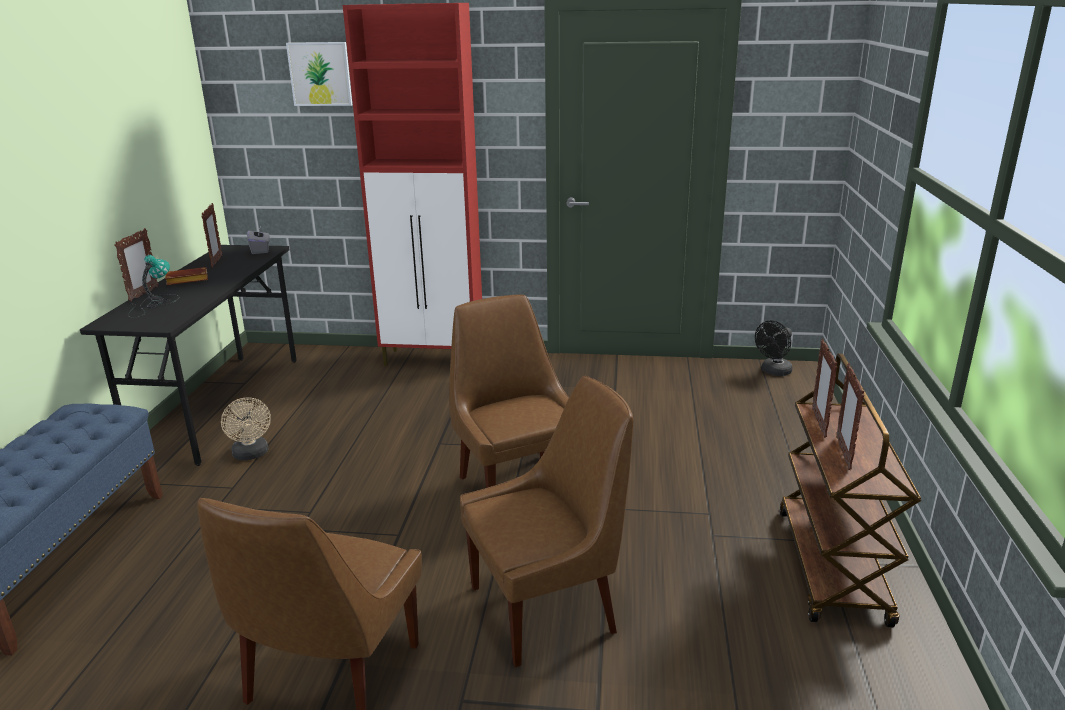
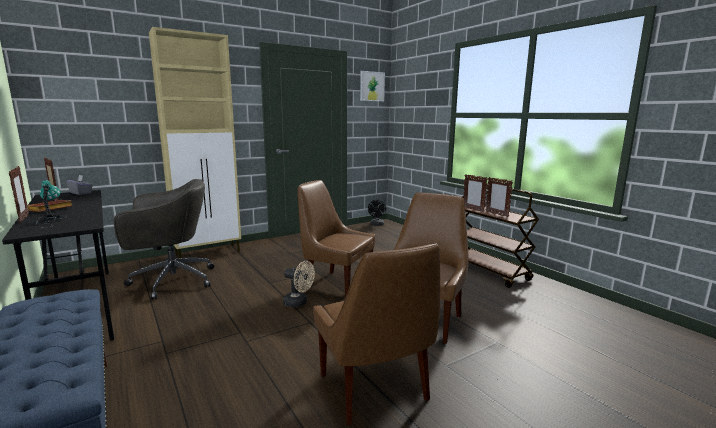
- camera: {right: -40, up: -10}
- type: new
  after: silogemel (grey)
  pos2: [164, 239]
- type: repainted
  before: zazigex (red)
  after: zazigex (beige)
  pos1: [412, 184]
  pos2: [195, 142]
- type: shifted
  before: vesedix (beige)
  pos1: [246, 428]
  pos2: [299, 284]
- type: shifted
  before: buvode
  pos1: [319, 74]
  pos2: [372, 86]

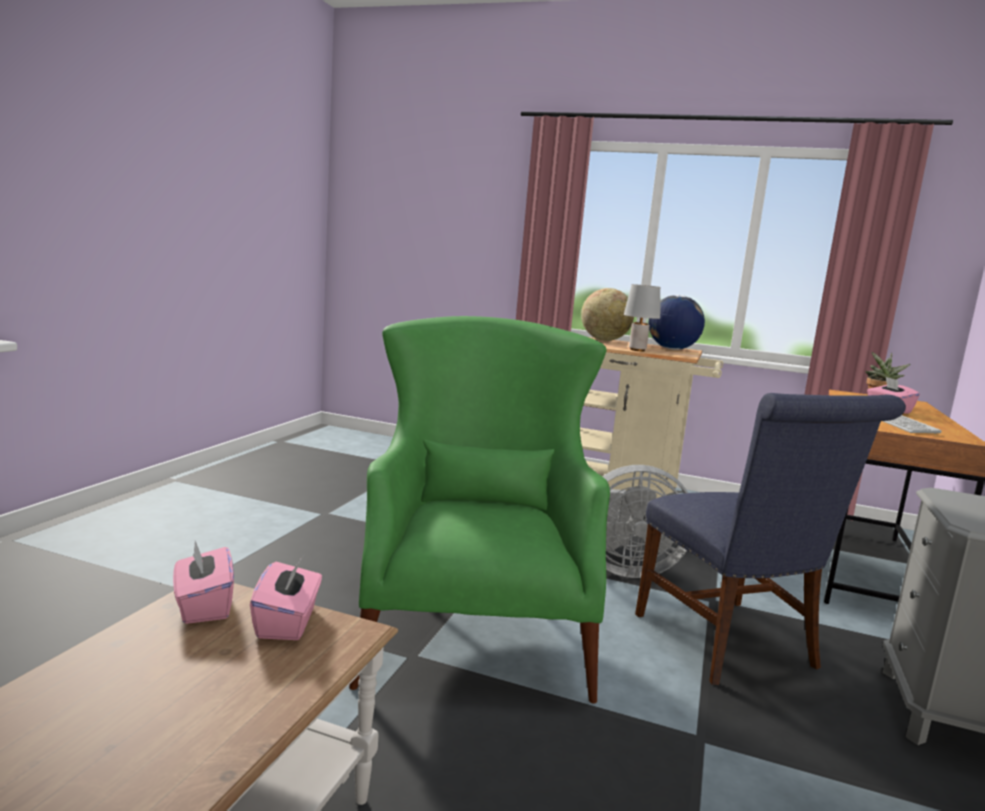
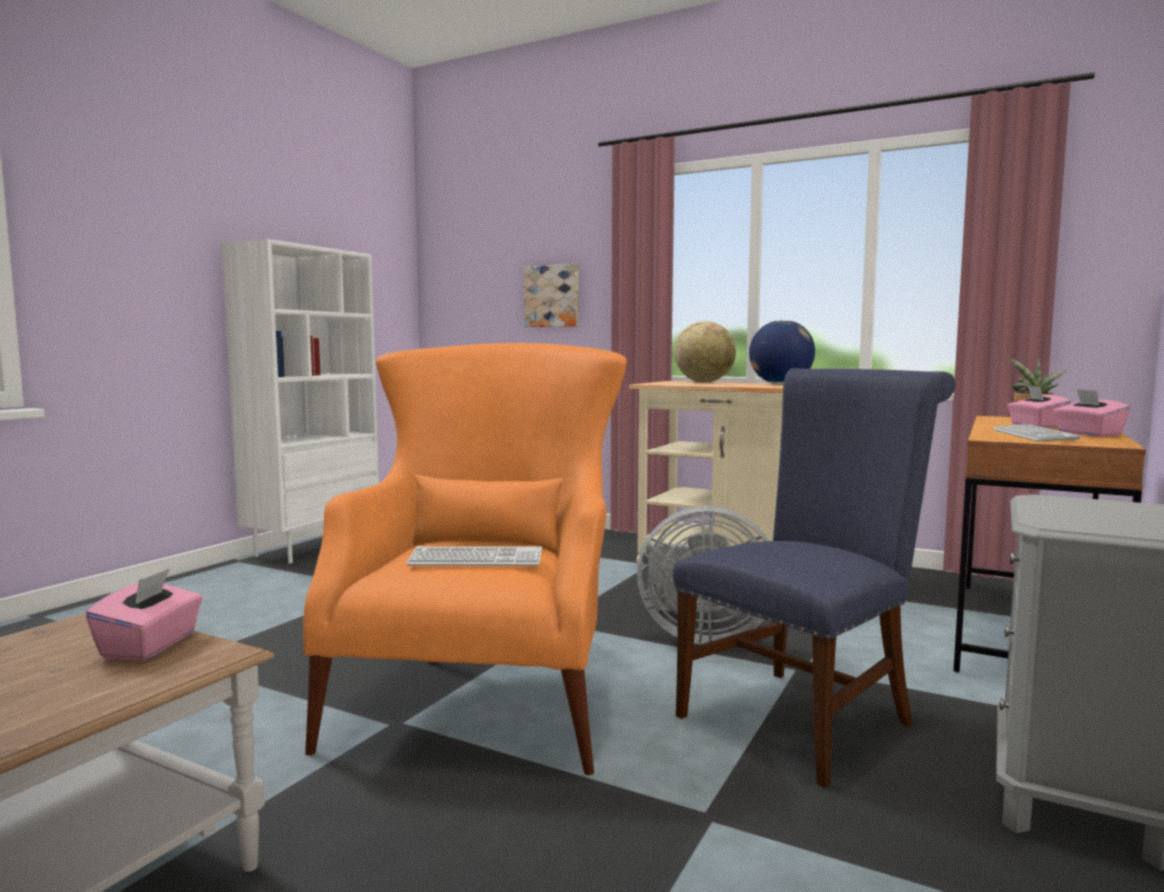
- camera: {right: 10, up: -5}
- type: new
  after: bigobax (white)
  pos2: [300, 401]
- type: repainted
  before: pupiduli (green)
  after: pupiduli (orange)
  pos1: [479, 509]
  pos2: [465, 559]
- type: new
  after: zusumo
  pos2: [474, 556]
- type: new
  after: buvode
  pos2: [551, 295]
- type: rotated
  before: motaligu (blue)
  pos1: [770, 539]
  pos2: [814, 578]
  turn: -120
- type: shifted
  before: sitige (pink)
  pos1: [203, 582]
  pos2: [1092, 413]
- type: gone
  before: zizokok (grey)
  pos1: [642, 317]

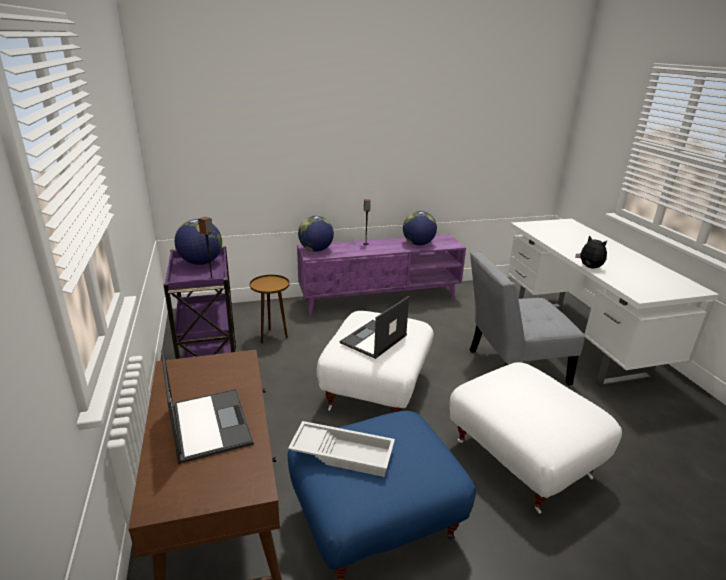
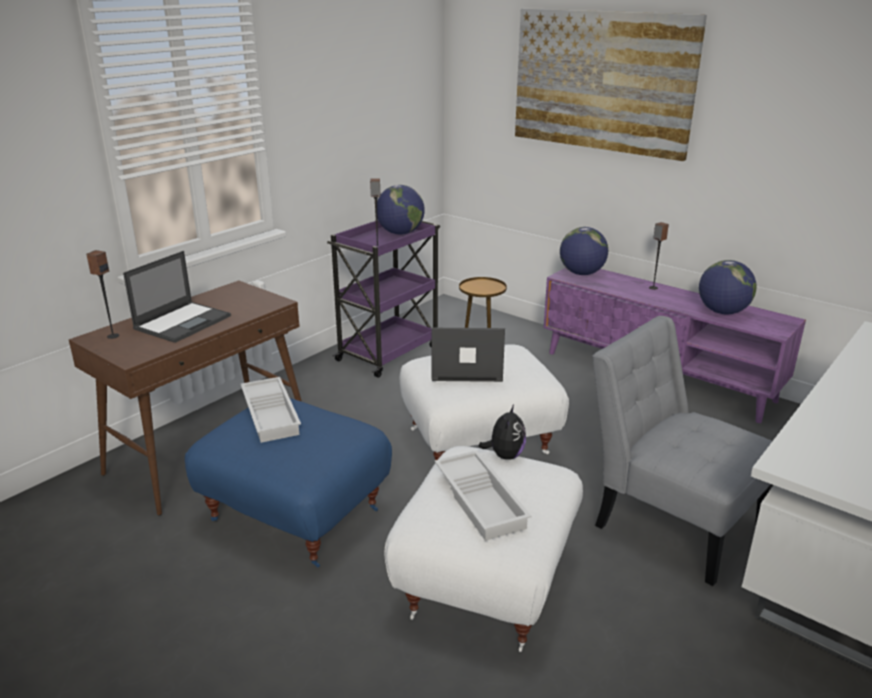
- camera: {right: 55, up: 0}
- type: new
  after: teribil
  pos2: [102, 294]
- type: new
  after: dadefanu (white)
  pos2: [483, 495]
- type: shifted
  before: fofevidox
  pos1: [591, 252]
  pos2: [502, 432]
- type: new
  after: buvode
  pos2: [611, 84]

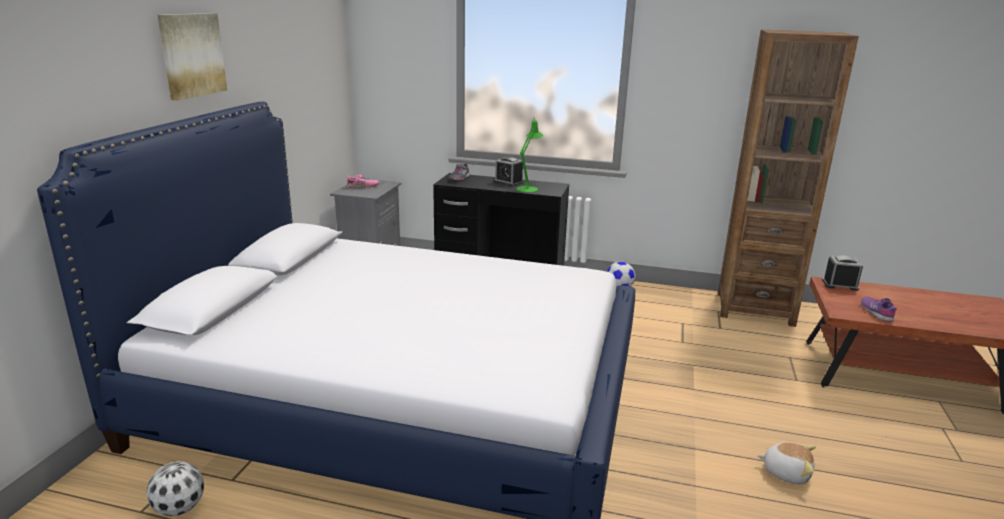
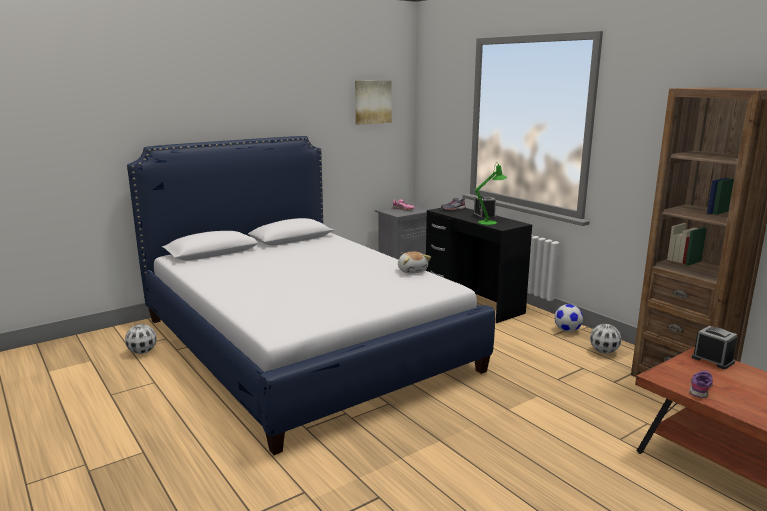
- camera: {right: 40, up: -5}
- type: shifted
  before: buvode
  pos1: [192, 56]
  pos2: [373, 102]
- type: shifted
  before: fofevidox
  pos1: [786, 463]
  pos2: [414, 262]
- type: new
  after: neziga
  pos2: [605, 339]

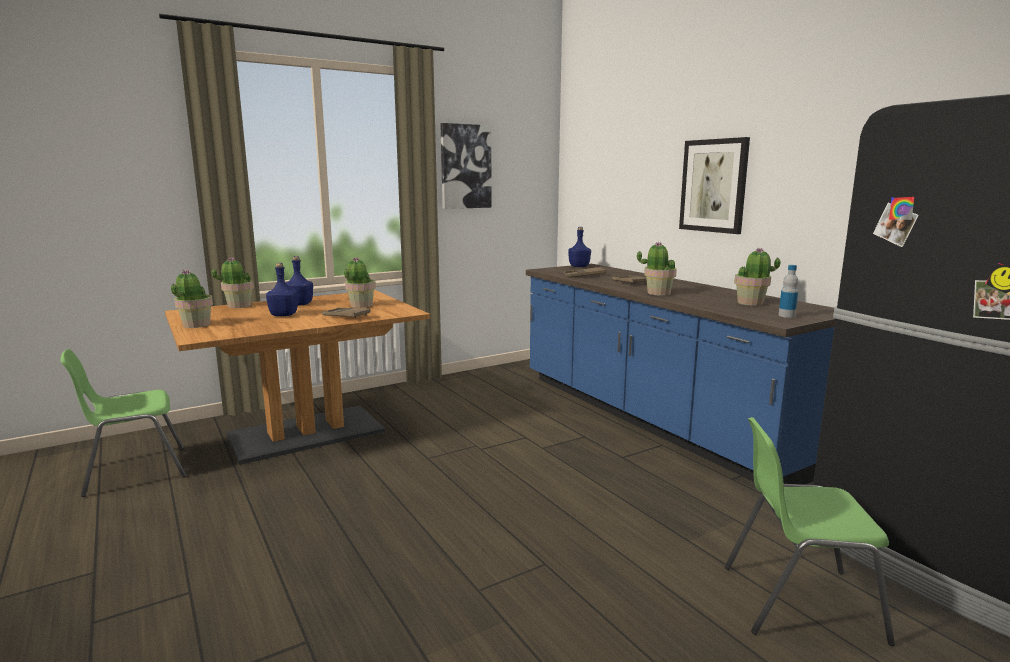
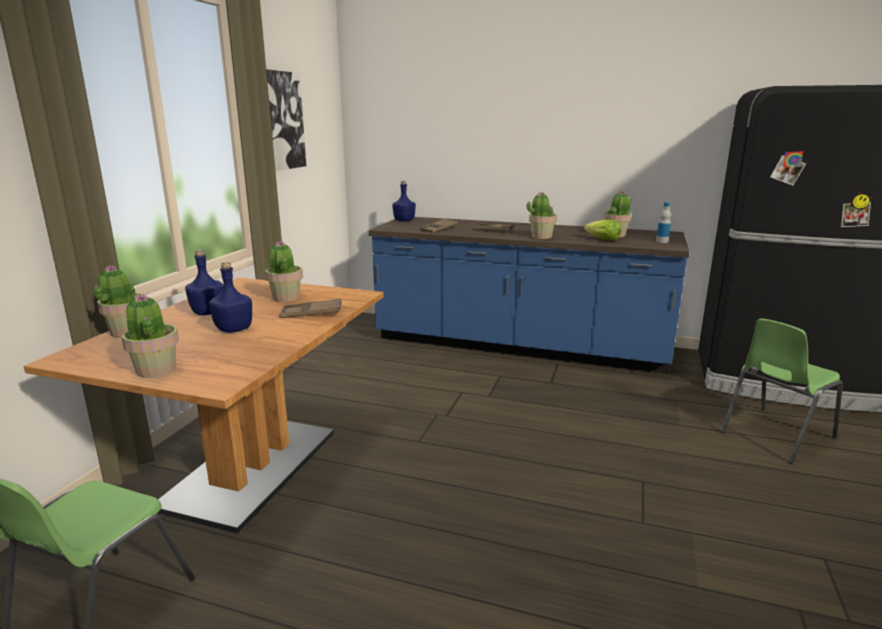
- camera: {right: -40, up: 5}
- type: new
  after: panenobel
  pos2: [602, 230]
- type: gone
  before: buvode
  pos1: [714, 185]

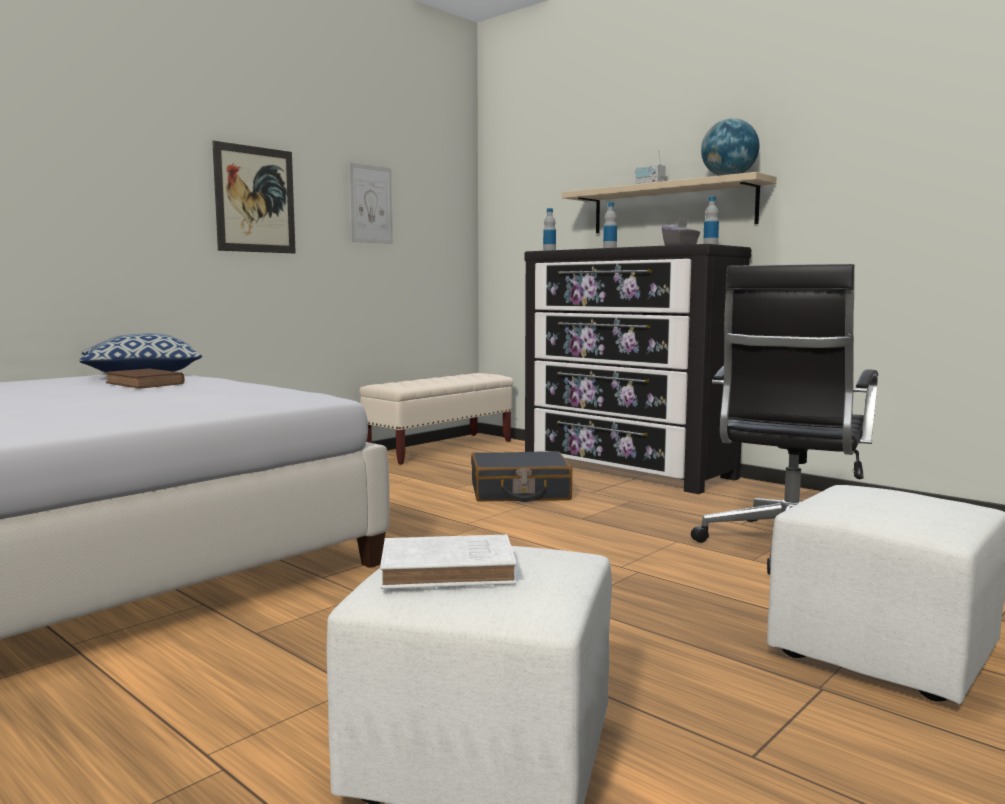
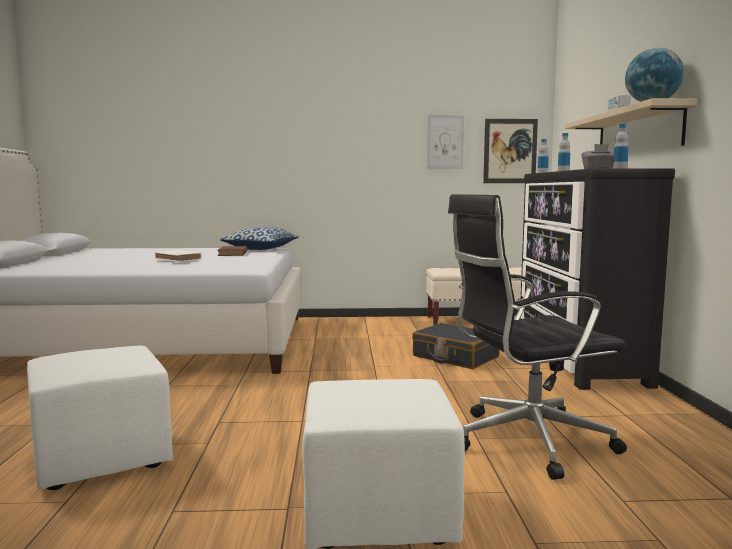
- camera: {right: 45, up: 0}
- type: shifted
  before: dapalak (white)
  pos1: [448, 562]
  pos2: [178, 256]
- type: shifted
  before: buvode
  pos1: [254, 197]
  pos2: [510, 151]

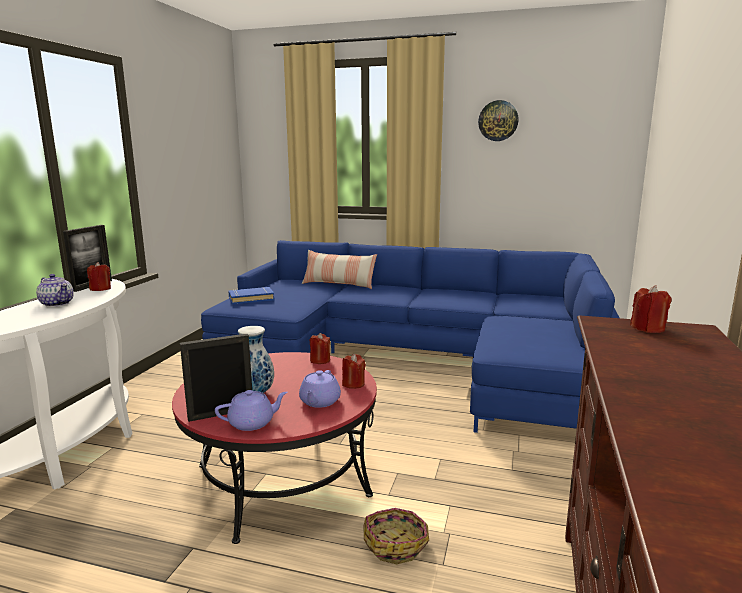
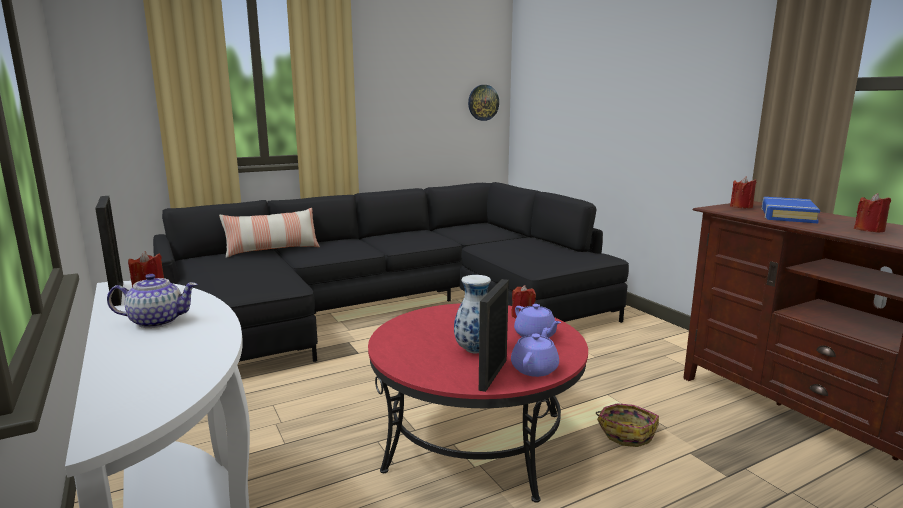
- camera: {right: -45, up: 0}
- type: repainted
  before: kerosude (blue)
  after: kerosude (black)
  pos1: [410, 336]
  pos2: [391, 272]
- type: shifted
  before: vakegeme
  pos1: [498, 120]
  pos2: [483, 103]
- type: shifted
  before: dapalak (blue)
  pos1: [251, 295]
  pos2: [790, 210]
- type: shifted
  before: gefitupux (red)
  pos1: [320, 348]
  pos2: [872, 213]

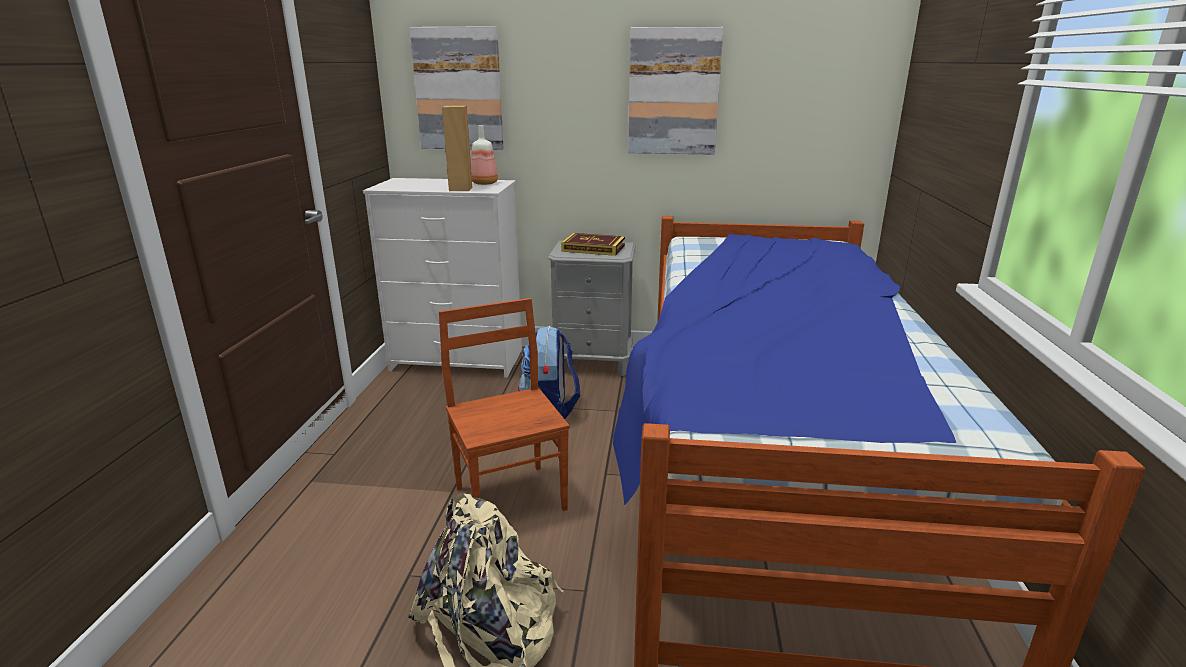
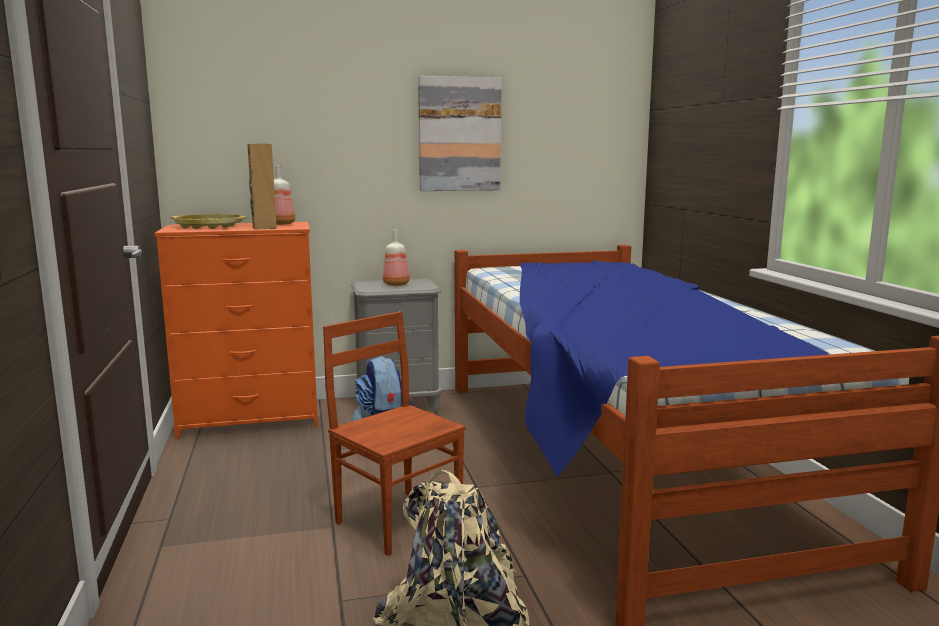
- camera: {right: -20, up: -10}
- type: repainted
  before: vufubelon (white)
  after: vufubelon (orange)
  pos1: [442, 278]
  pos2: [236, 330]
- type: new
  after: dadefanu (yellow)
  pos2: [208, 221]
- type: swapped
  before: dapalak
  after: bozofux
  pos1: [593, 244]
  pos2: [396, 258]
- type: gone
  before: buvode
  pos1: [456, 88]

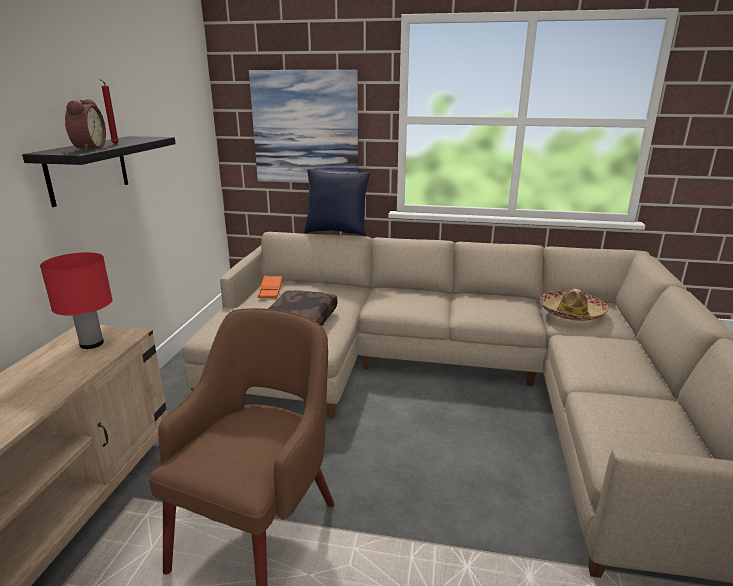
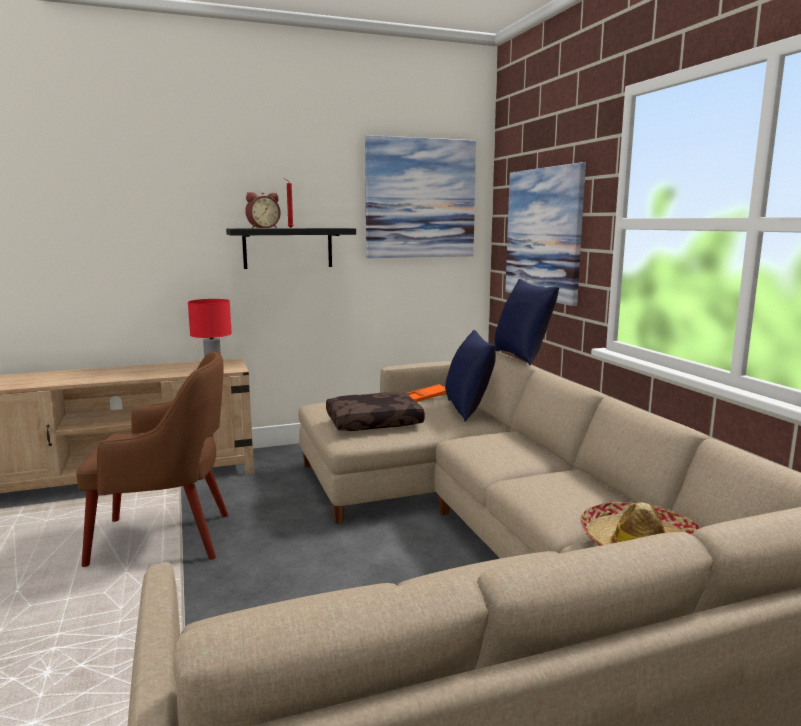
- camera: {right: 60, up: -10}
- type: new
  after: buvode
  pos2: [420, 196]
- type: new
  after: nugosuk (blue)
  pos2: [470, 376]

